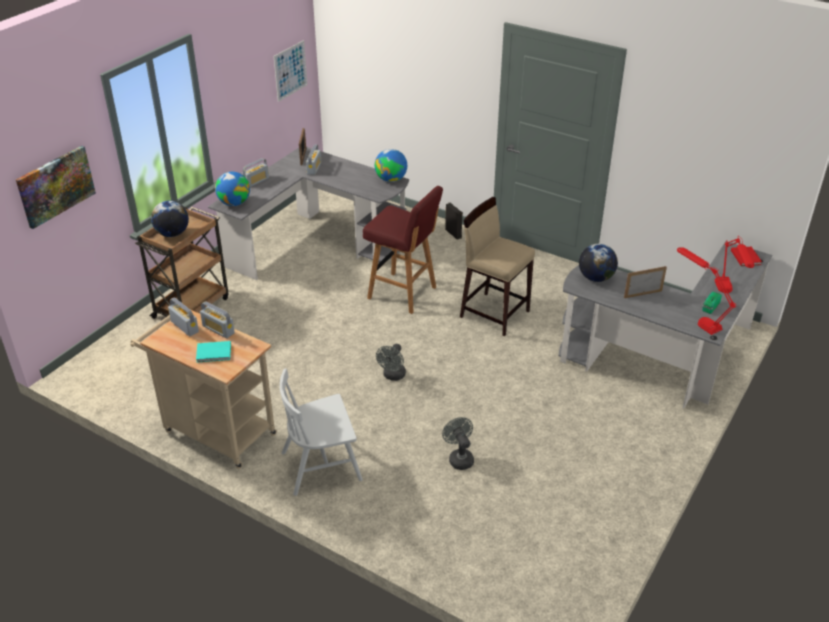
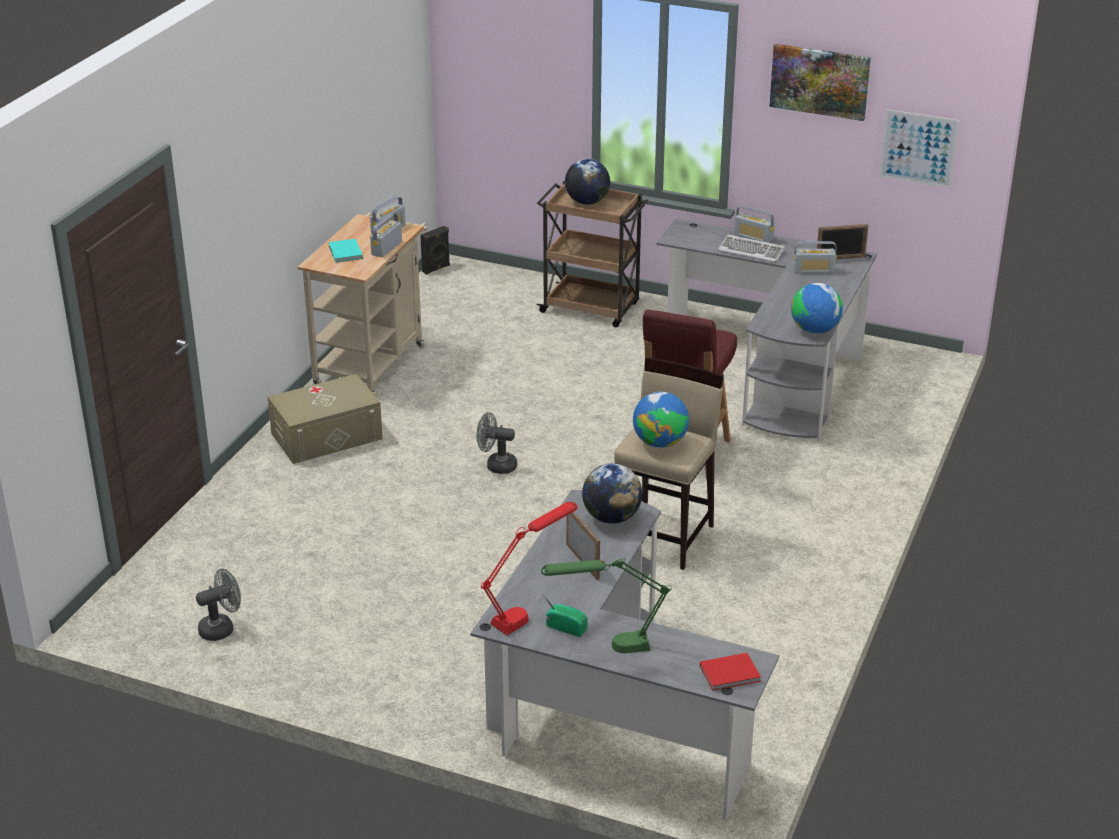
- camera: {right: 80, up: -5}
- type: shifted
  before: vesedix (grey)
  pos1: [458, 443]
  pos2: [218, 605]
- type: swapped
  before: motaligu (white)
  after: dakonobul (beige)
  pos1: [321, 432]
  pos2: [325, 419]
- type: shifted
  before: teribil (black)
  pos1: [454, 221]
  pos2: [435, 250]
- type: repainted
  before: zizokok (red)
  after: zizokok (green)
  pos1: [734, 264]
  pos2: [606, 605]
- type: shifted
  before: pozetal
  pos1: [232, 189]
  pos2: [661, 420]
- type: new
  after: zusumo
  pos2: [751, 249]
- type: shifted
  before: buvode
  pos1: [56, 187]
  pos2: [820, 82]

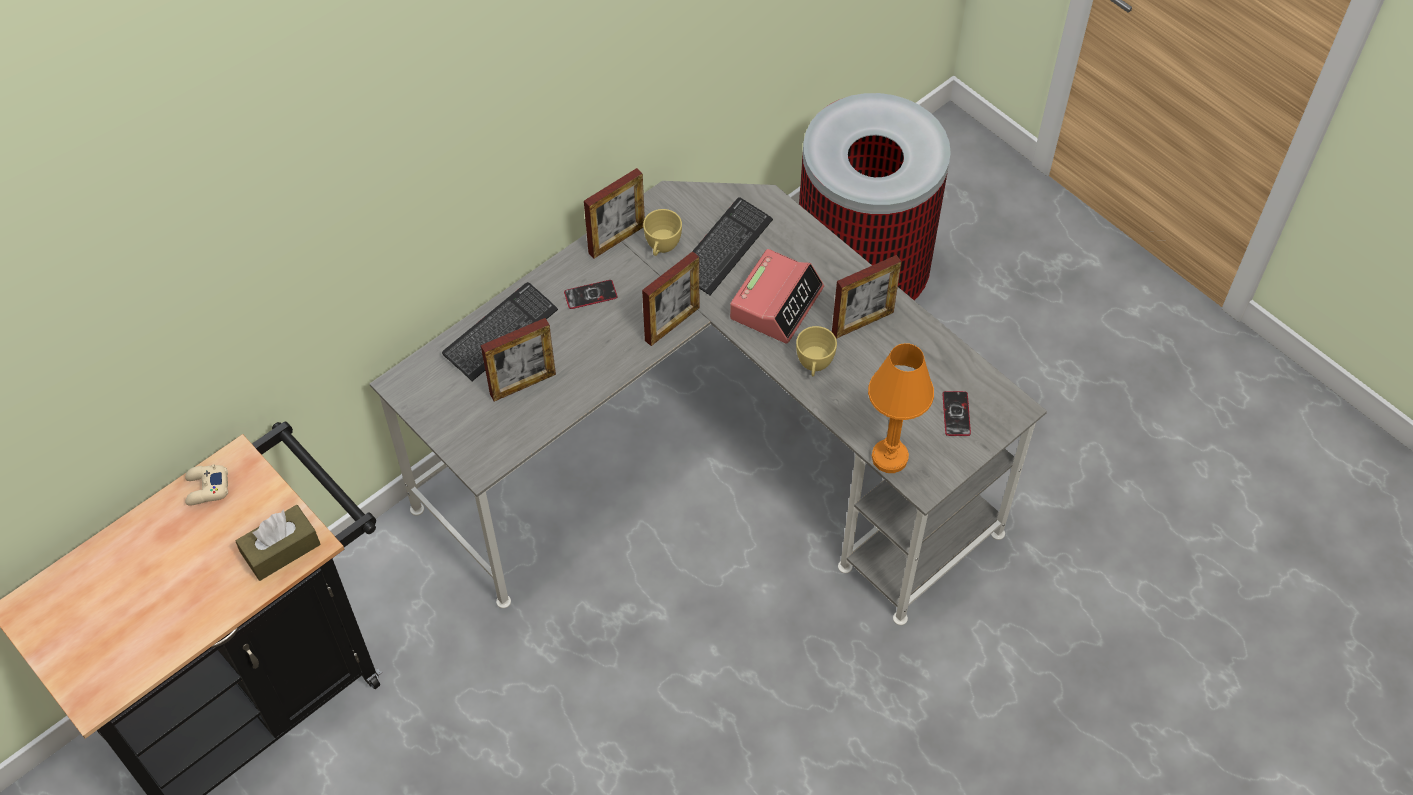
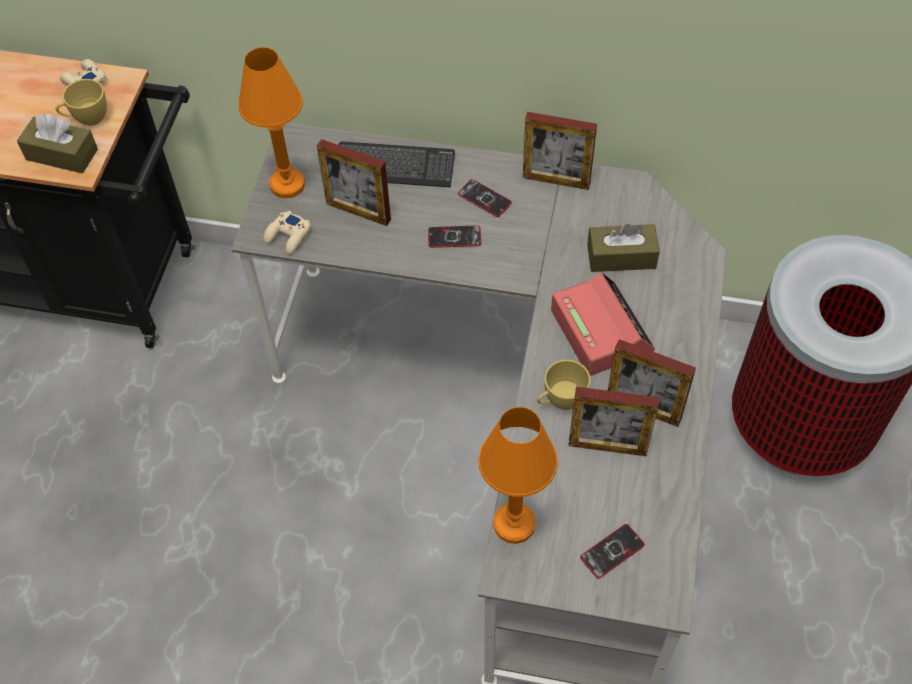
- camera: {right: 55, up: 0}
- type: shifted
  before: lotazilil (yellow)
  pos1: [662, 232]
  pos2: [81, 102]
- type: new
  after: zizokok (orange)
  pos2: [271, 122]
- type: new
  after: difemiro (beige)
  pos2: [287, 233]
- type: new
  after: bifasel
  pos2: [454, 237]
- type: rotated
  before: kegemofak
  pos1: [777, 296]
  pos2: [603, 324]
  turn: -105
- type: shifted
  before: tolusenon
  pos1: [670, 298]
  pos2: [613, 421]
- type: swapped
  before: zusumo
  after: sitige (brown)
  pos1: [733, 246]
  pos2: [623, 248]

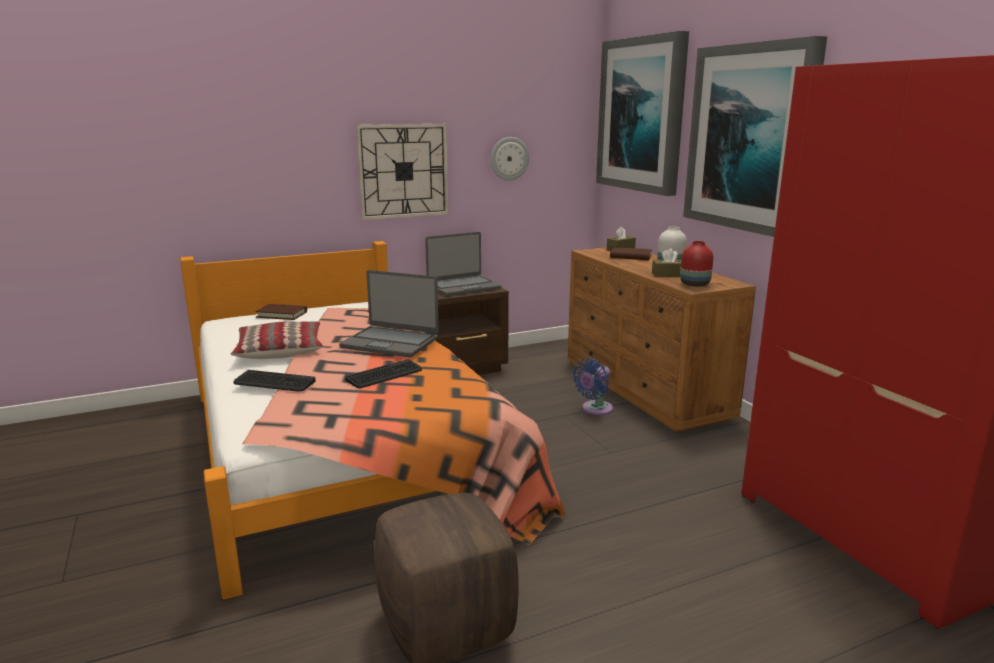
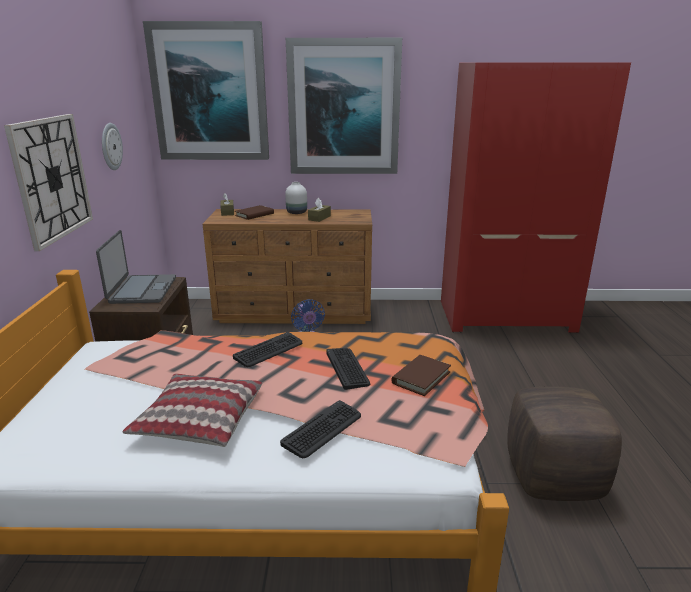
- camera: {right: -65, up: 5}
- type: swapped
  before: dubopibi
  after: zusumo
  pos1: [389, 313]
  pos2: [267, 349]
- type: shifted
  before: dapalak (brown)
  pos1: [281, 312]
  pos2: [421, 375]
- type: gone
  before: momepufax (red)
  pos1: [696, 264]

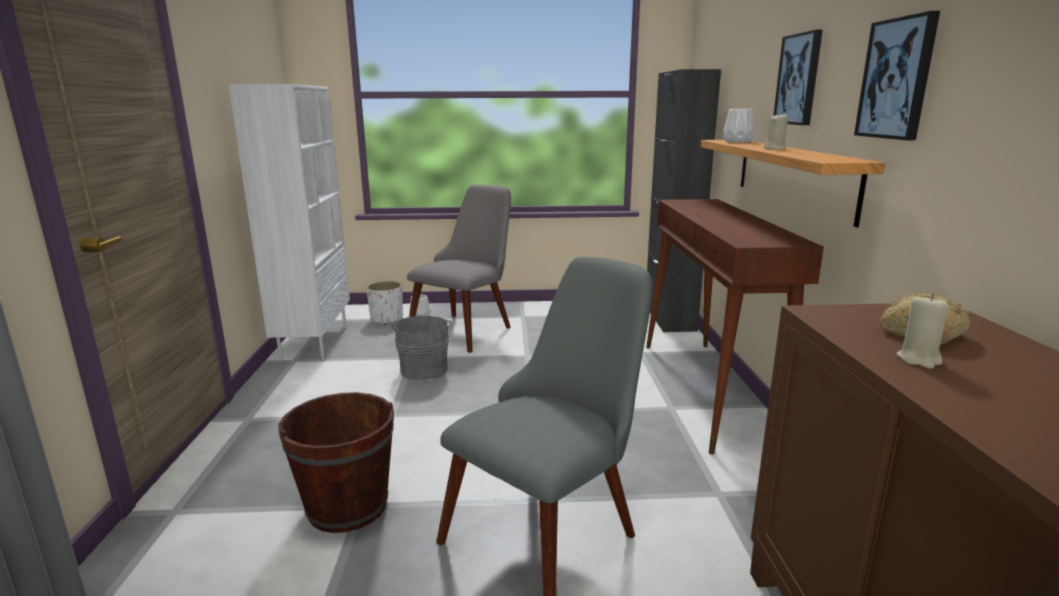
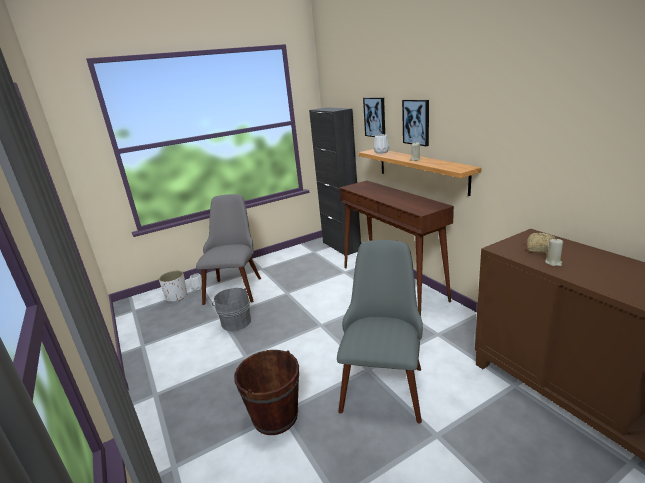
- camera: {right: -25, up: 5}
- type: shifted
  before: buvode
  pos1: [897, 75]
  pos2: [374, 117]
- type: gone
  before: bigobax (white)
  pos1: [289, 222]

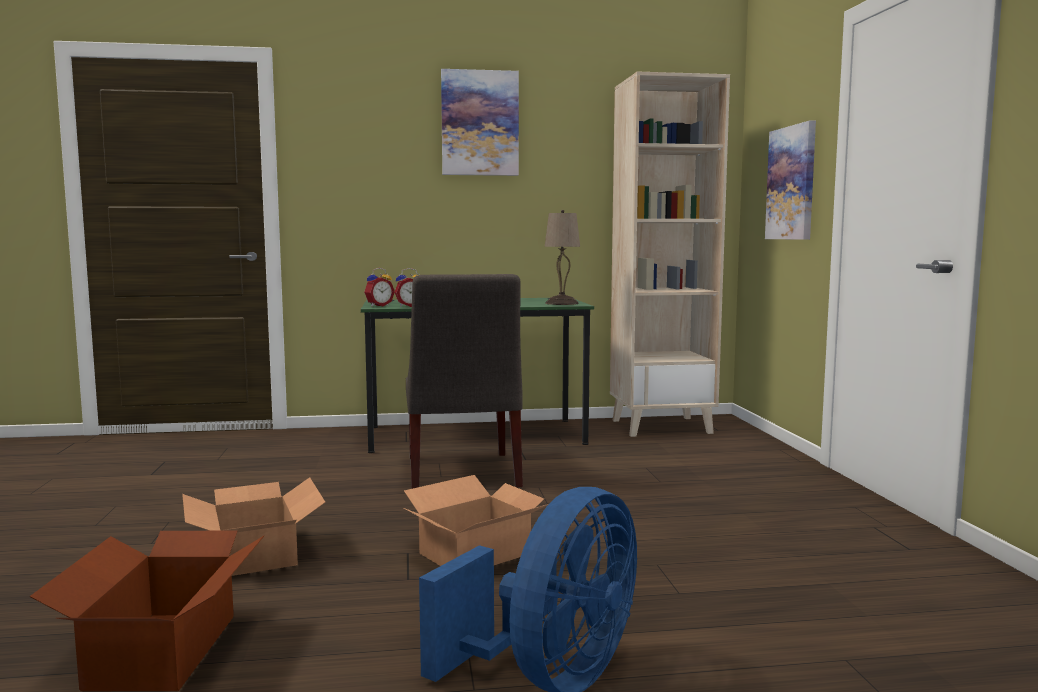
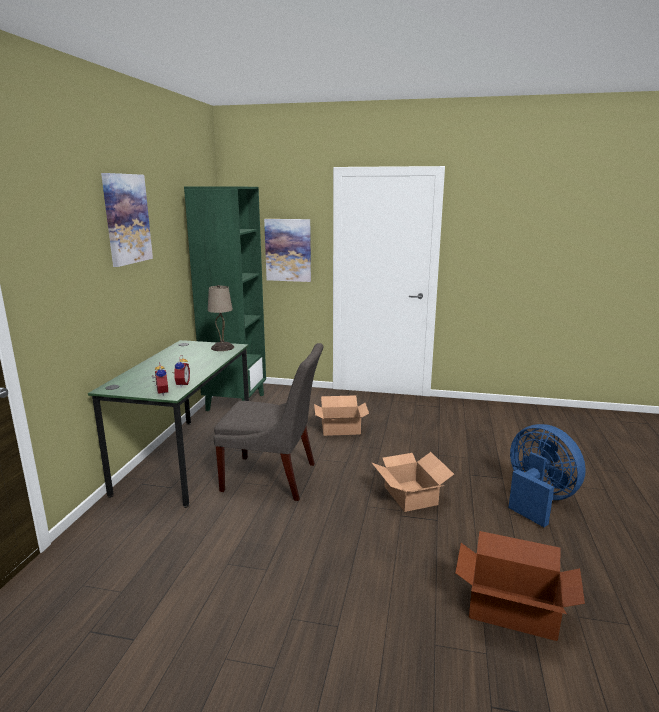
- camera: {right: -70, up: 10}
- type: repainted
  before: bigobax (beige)
  after: bigobax (green)
  pos1: [670, 254]
  pos2: [225, 299]
- type: shifted
  before: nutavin
  pos1: [253, 526]
  pos2: [341, 415]

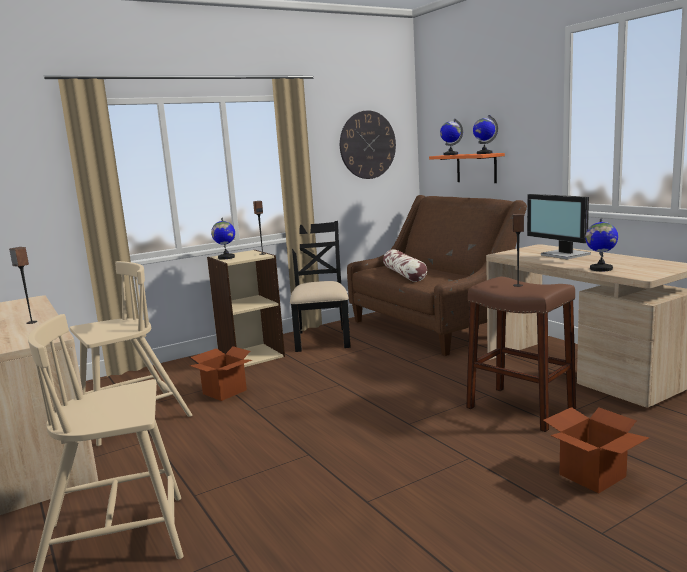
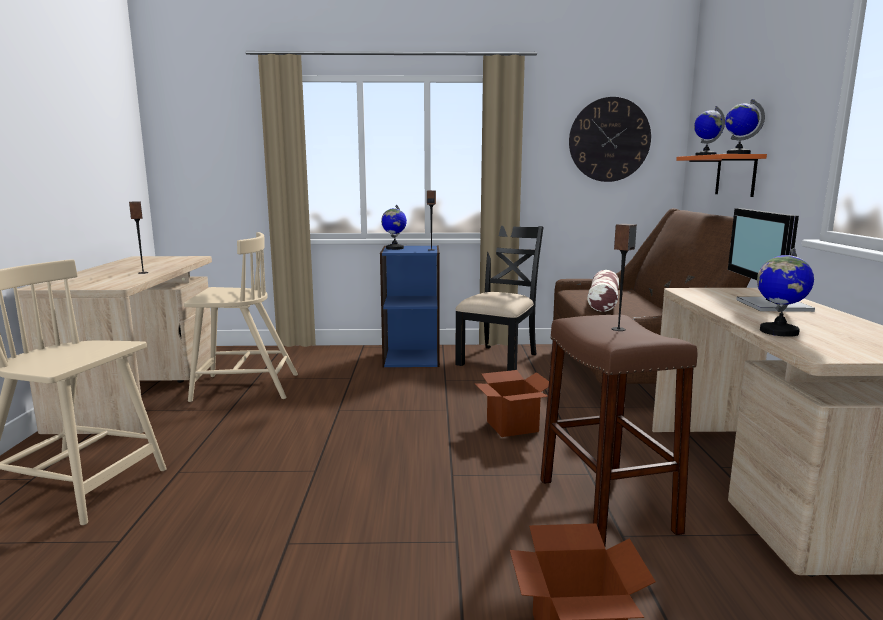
- camera: {right: 30, up: 0}
- type: repainted
  before: bigobax (beige)
  after: bigobax (blue)
  pos1: [246, 308]
  pos2: [410, 306]
- type: shifted
  before: nutavin
  pos1: [220, 373]
  pos2: [511, 403]

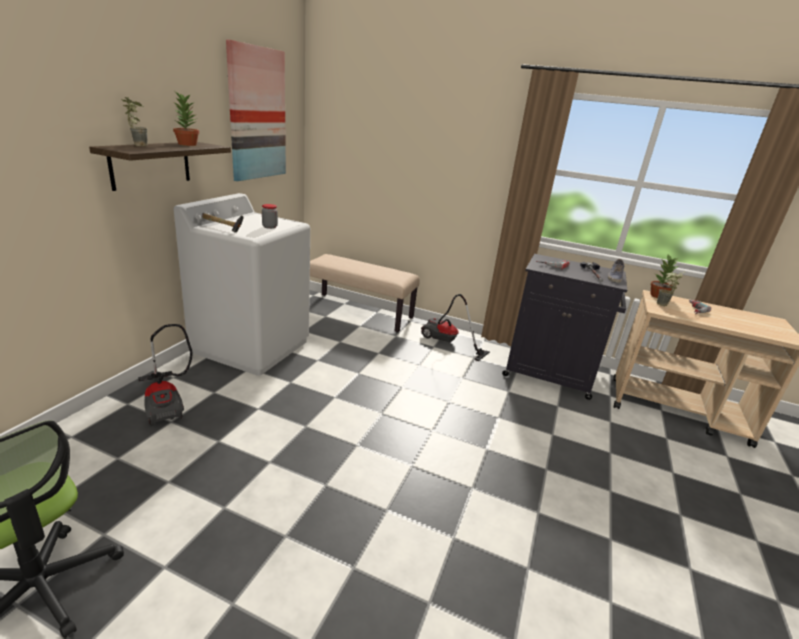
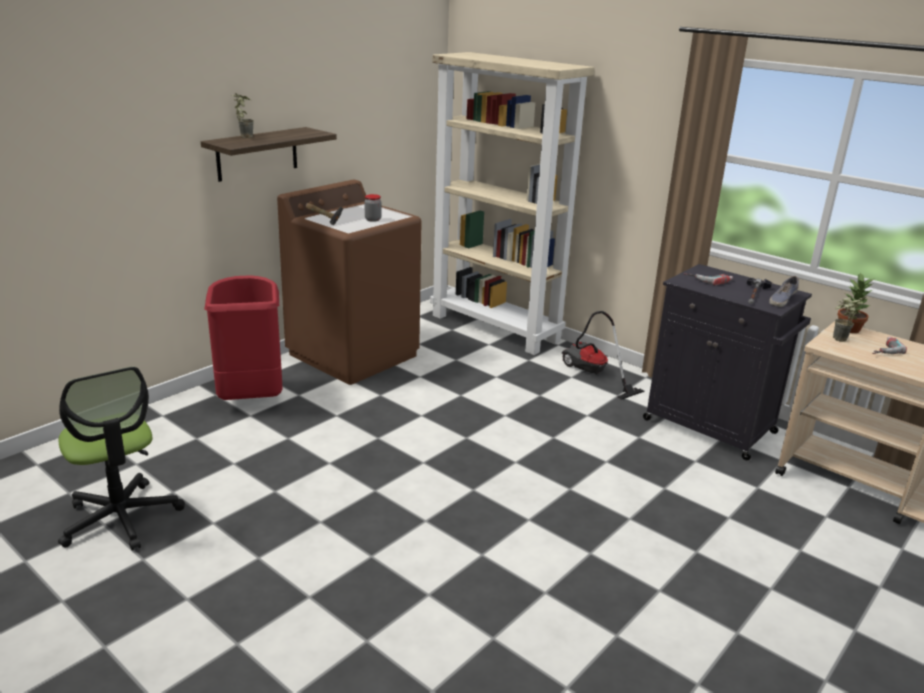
- camera: {right: 20, up: 0}
- type: swapped
  before: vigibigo
  after: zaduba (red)
  pos1: [165, 375]
  pos2: [243, 337]
- type: repainted
  before: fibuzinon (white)
  after: fibuzinon (brown)
  pos1: [241, 284]
  pos2: [349, 282]
- type: swapped
  before: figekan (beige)
  after: bigobax (beige)
  pos1: [365, 293]
  pos2: [512, 203]
- type: gone
  before: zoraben
  pos1: [186, 119]
- type: gone
  before: buvode
  pos1: [256, 110]

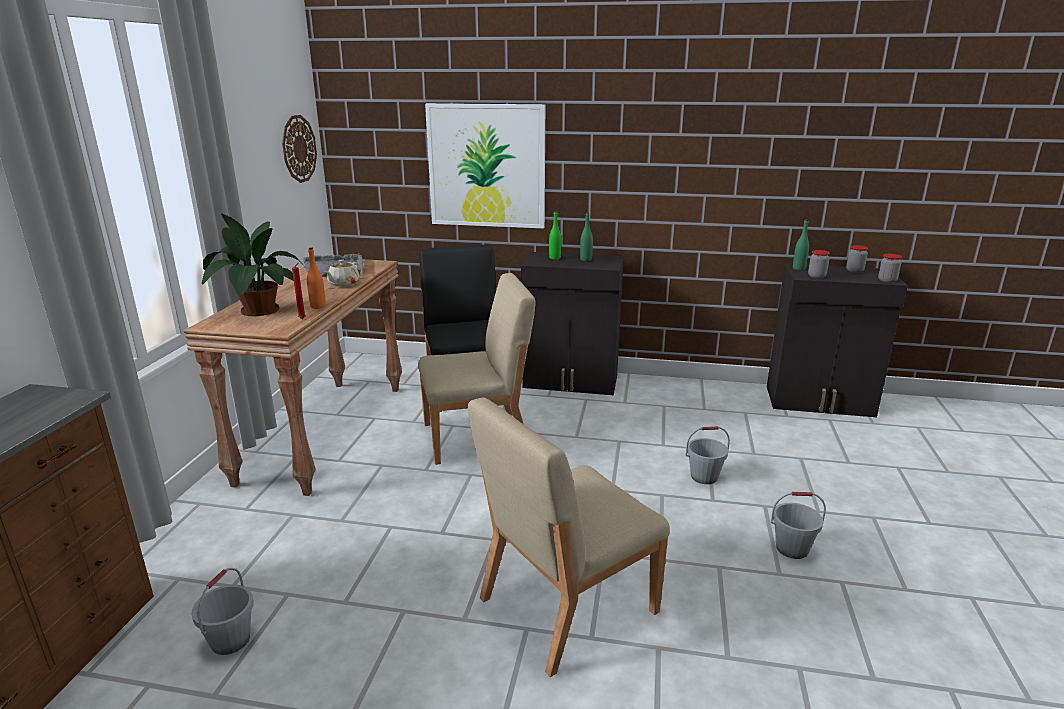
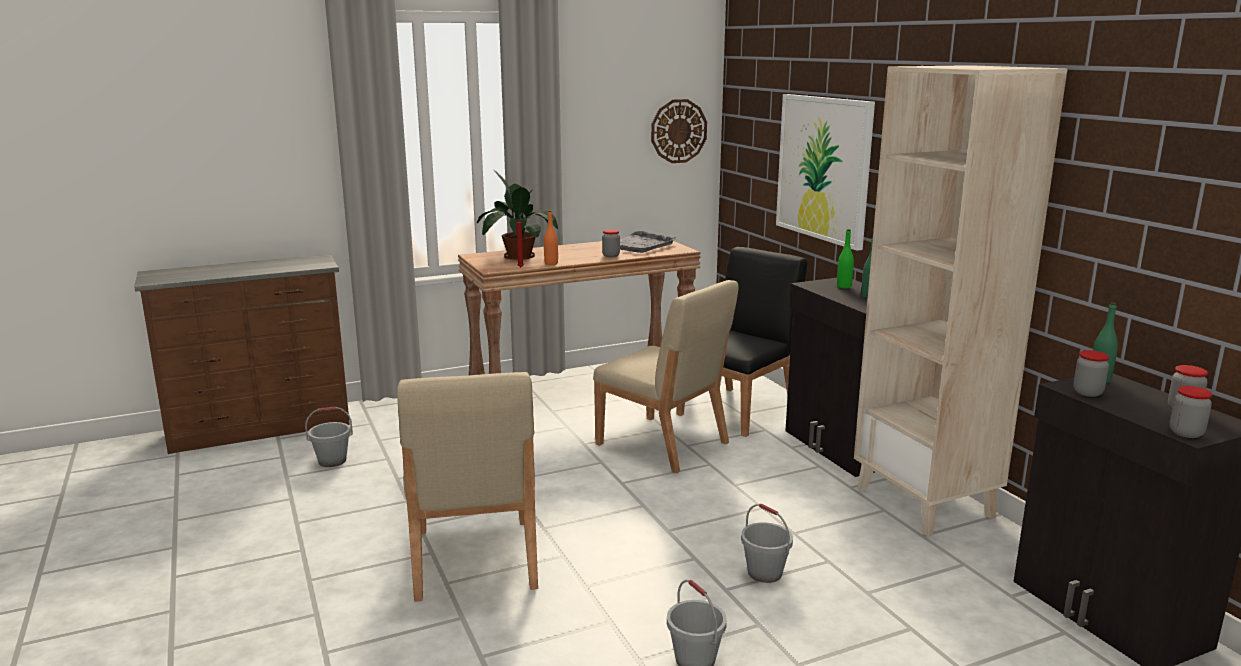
- camera: {right: 55, up: -5}
- type: rotated
  before: motaligu (beige)
  pos1: [569, 537]
  pos2: [467, 487]
  turn: -120
- type: swapped
  before: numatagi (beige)
  after: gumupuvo
  pos1: [342, 273]
  pos2: [611, 243]
- type: new
  after: bigobax (beige)
  pos2: [960, 300]

